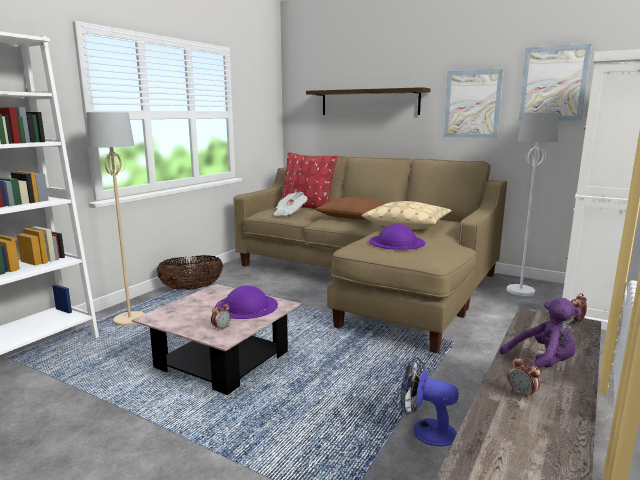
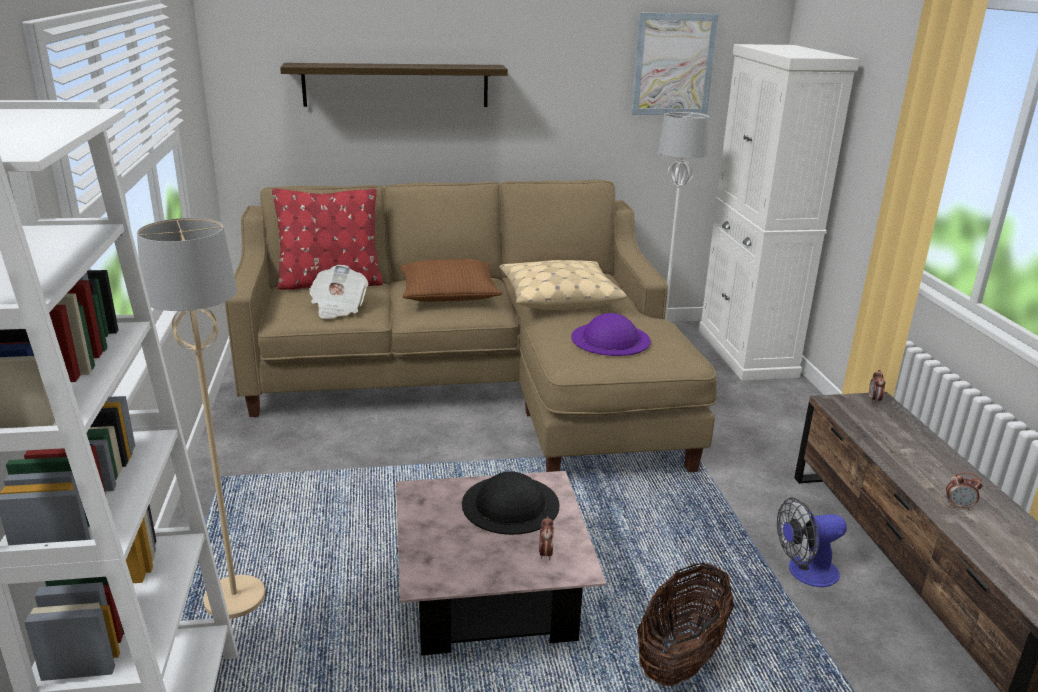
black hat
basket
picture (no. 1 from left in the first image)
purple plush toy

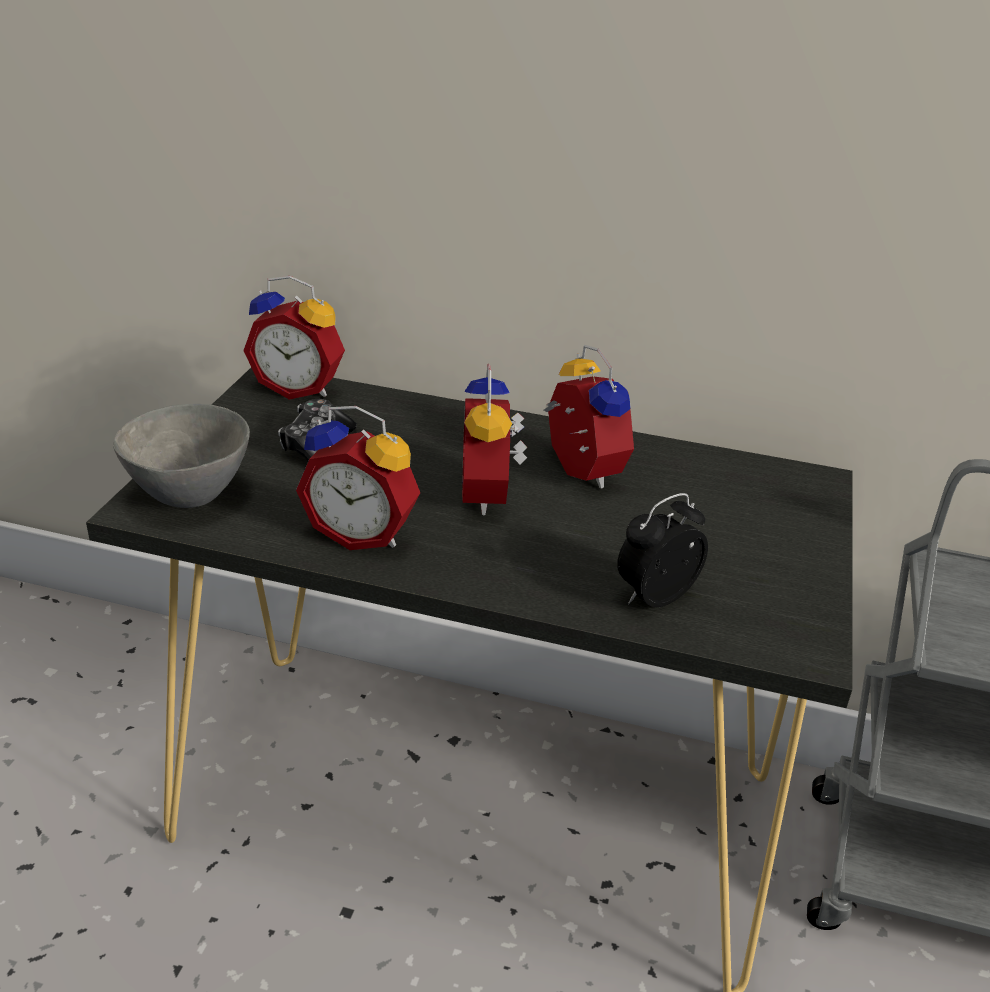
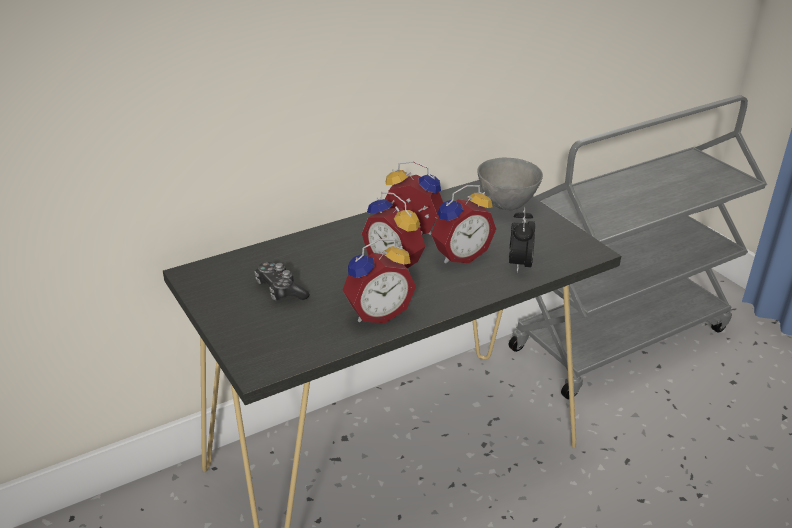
alarm clock (no. 4 from left)
grey bowl

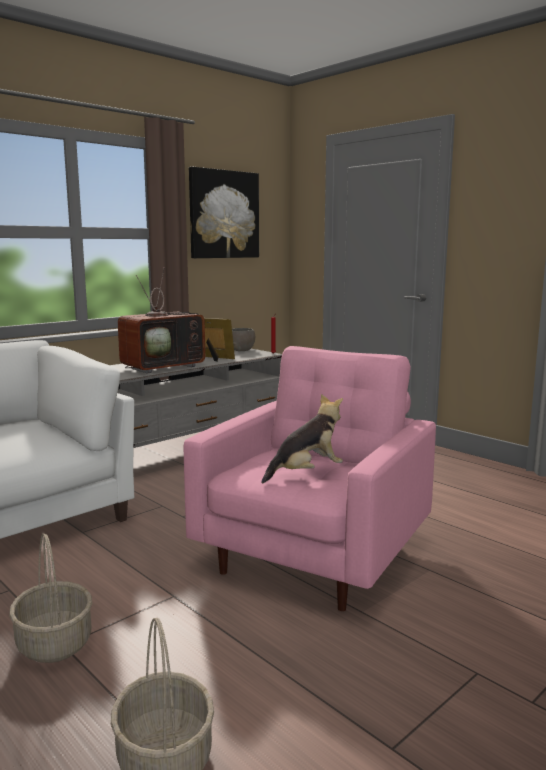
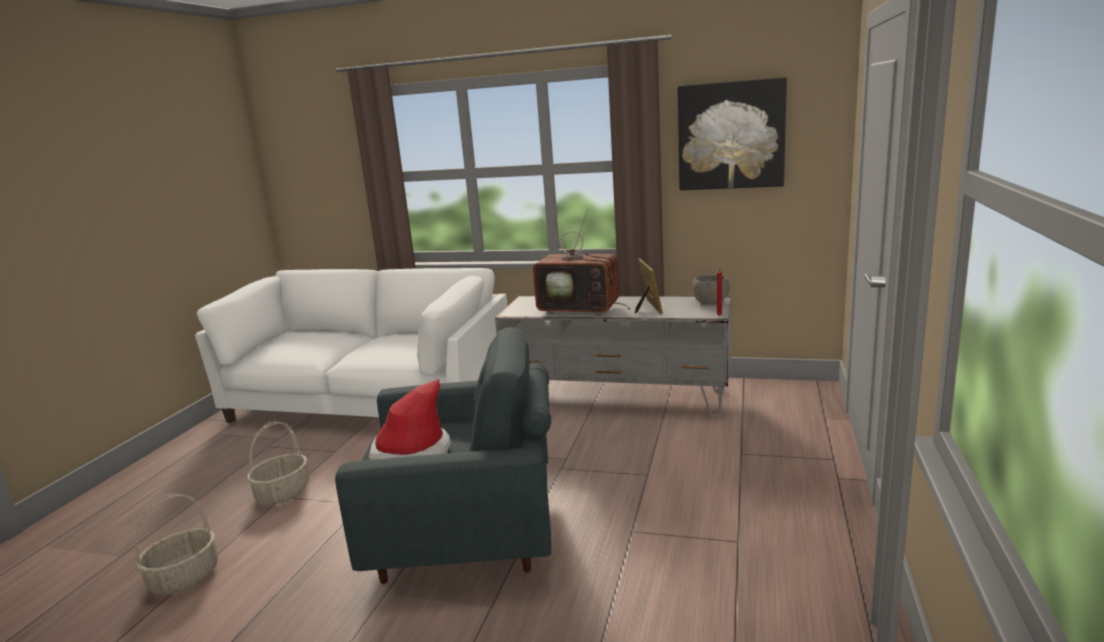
grey armchair
hat

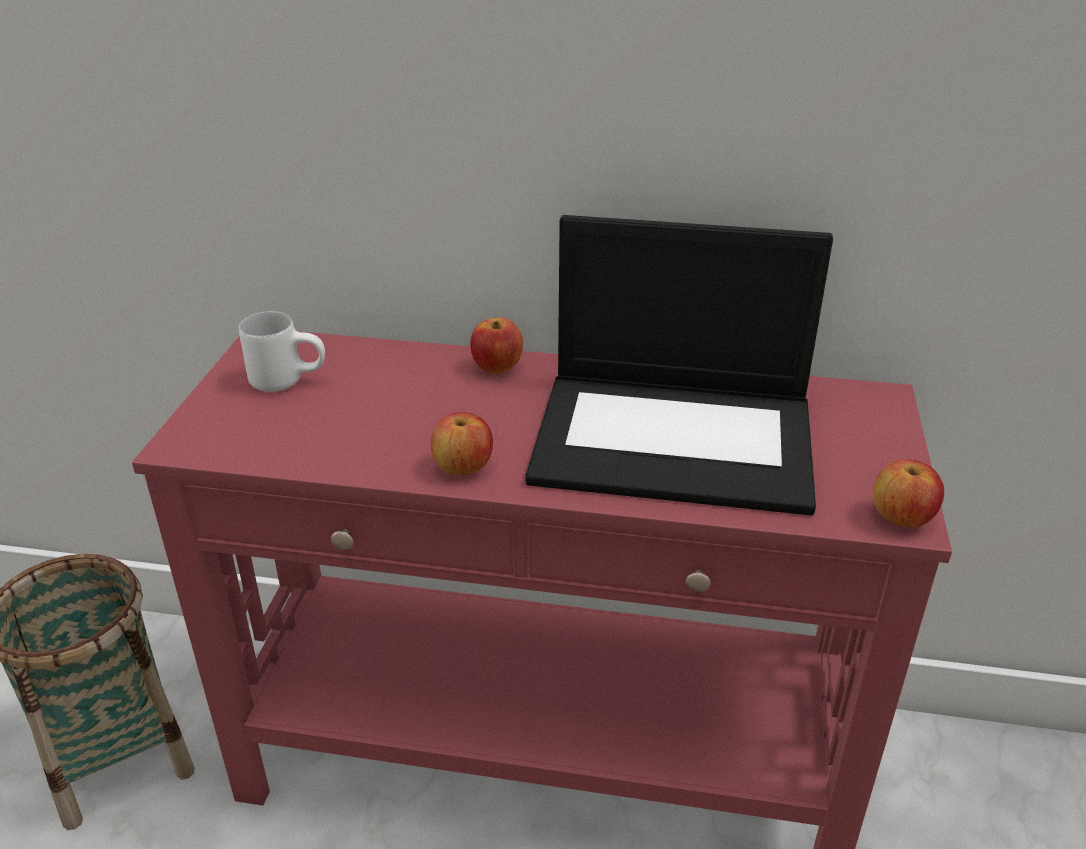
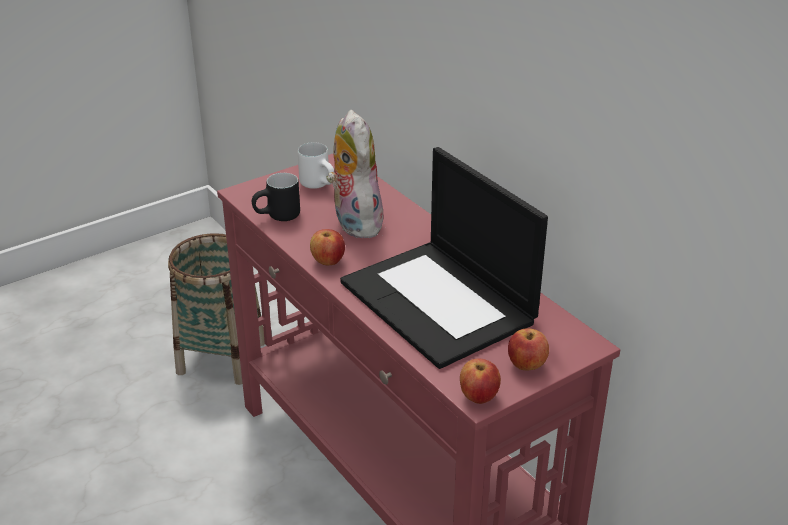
black mug
plush toy
apple (no. 3 from left)

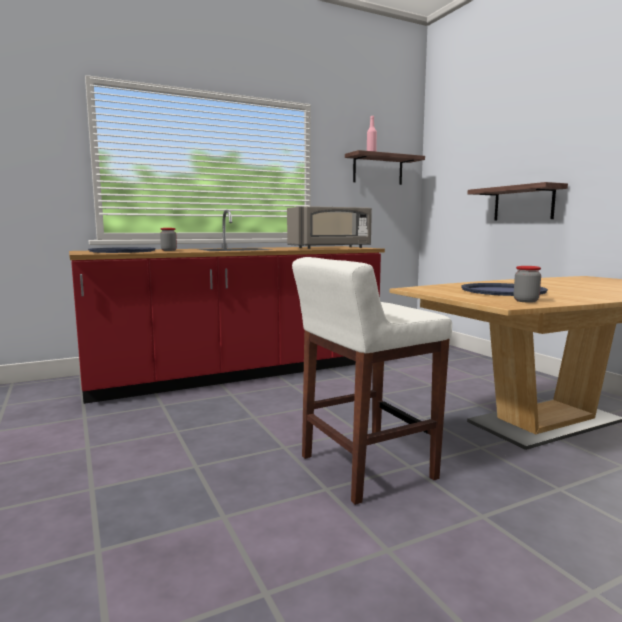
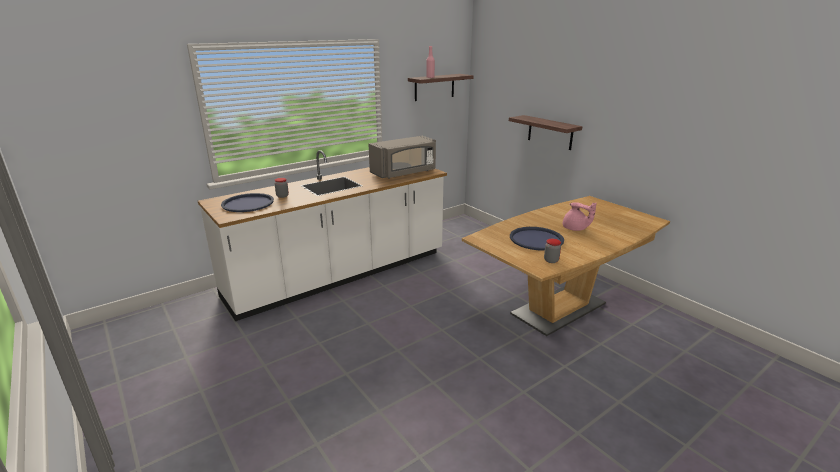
white counter
pink teapot
white stool

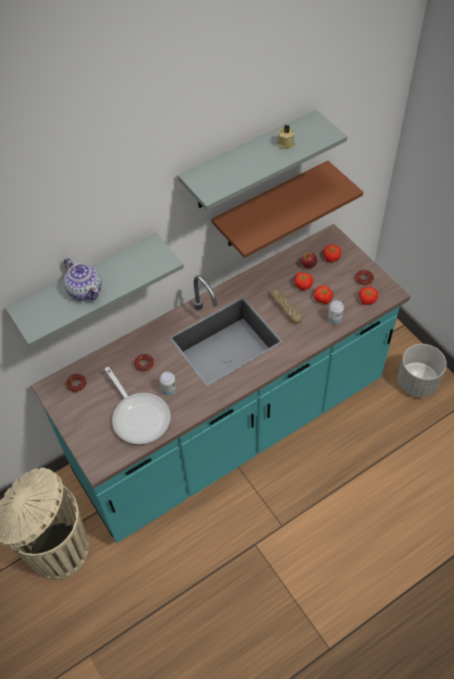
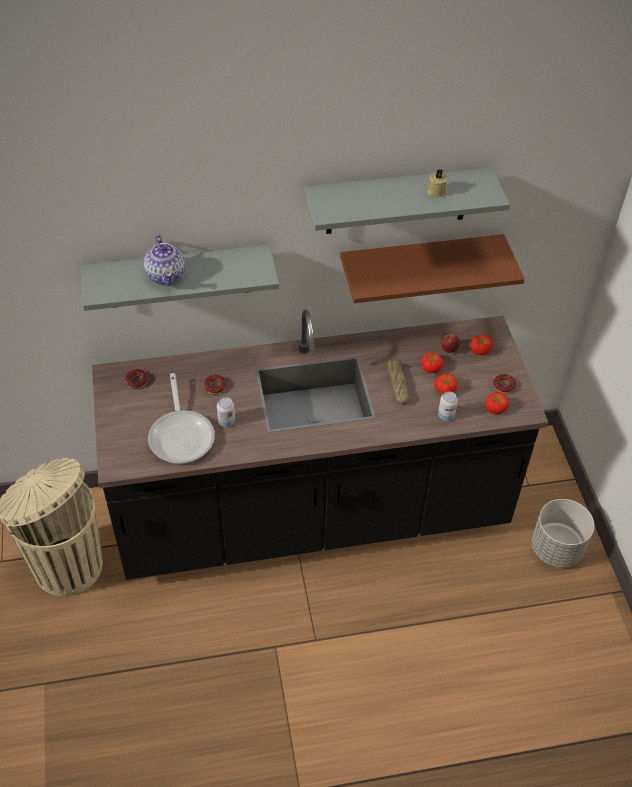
black counter

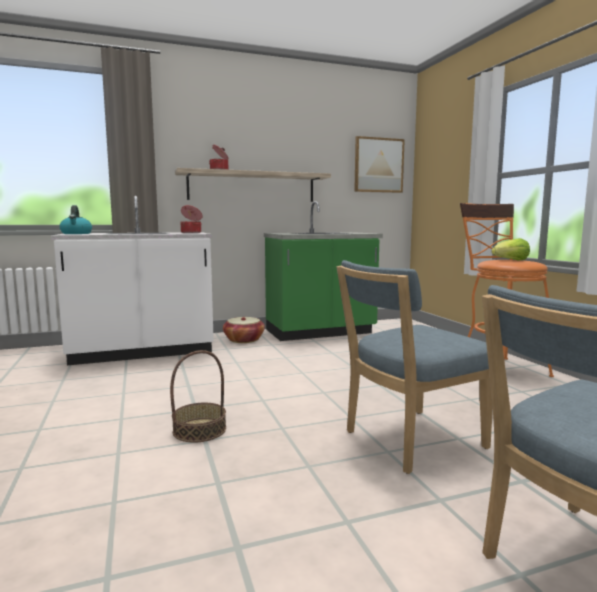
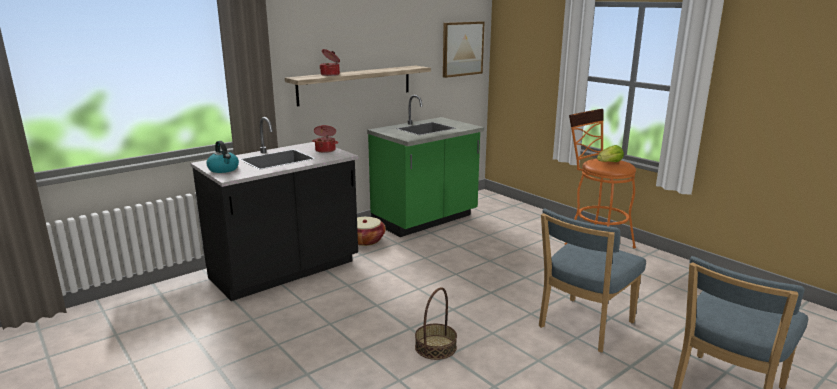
black counter

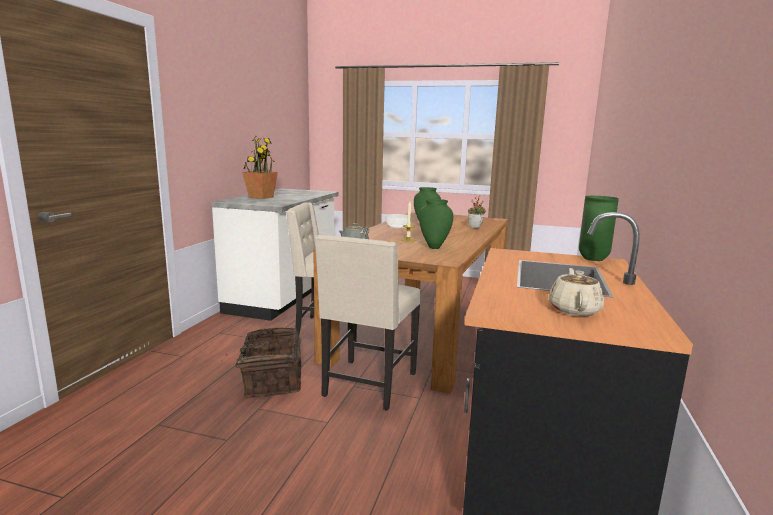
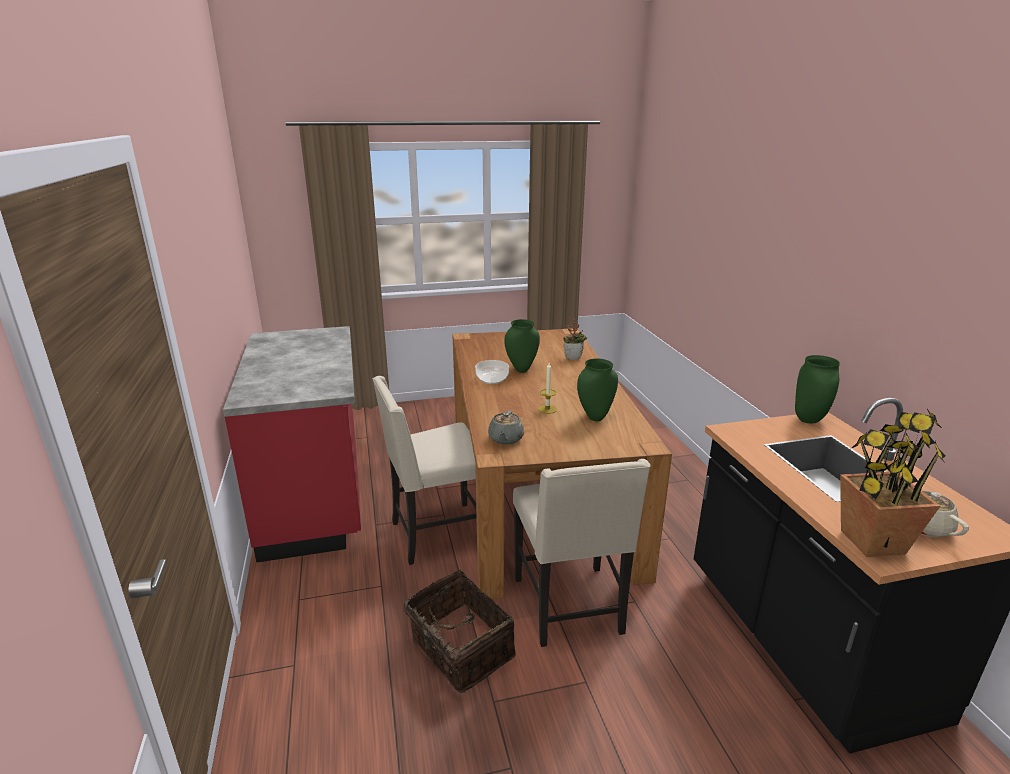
red counter
potted plant (no. 2 from left)

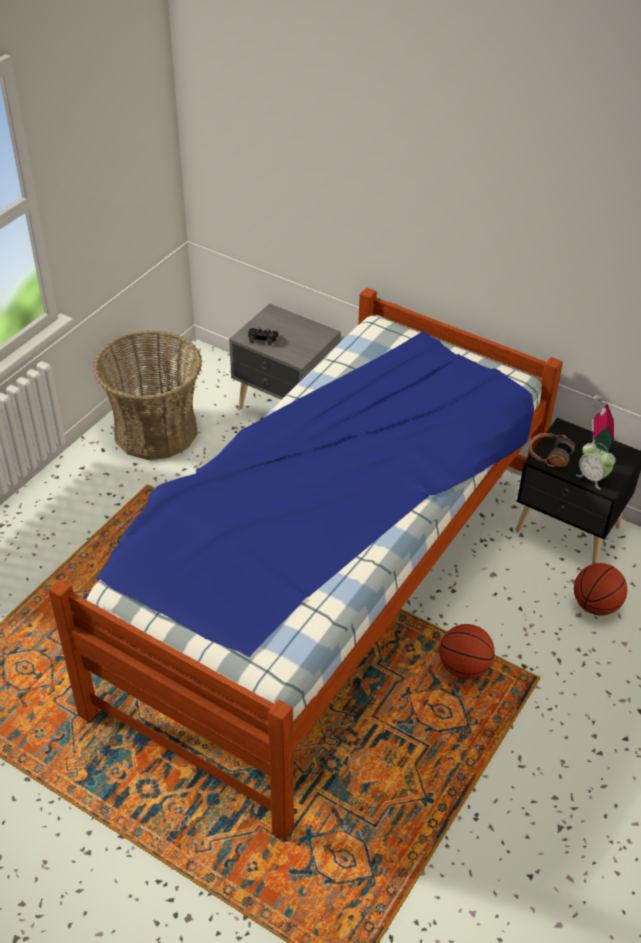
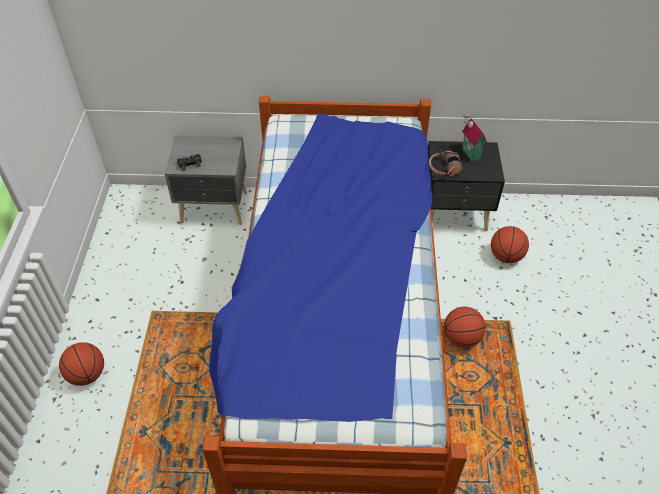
basketball (no. 1 from left)
basket
alarm clock

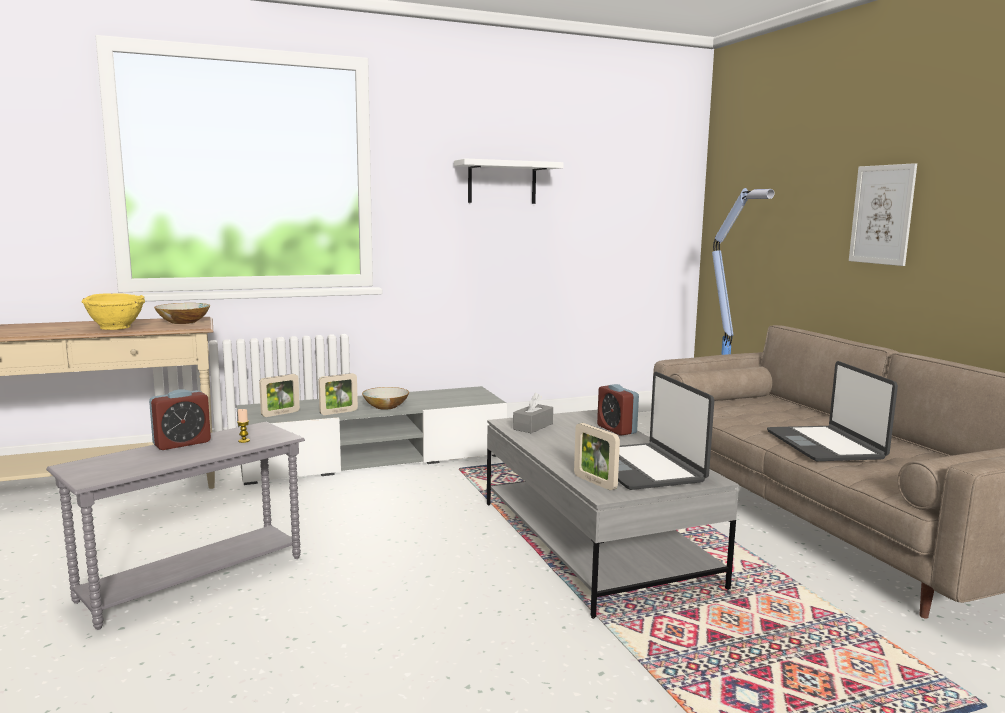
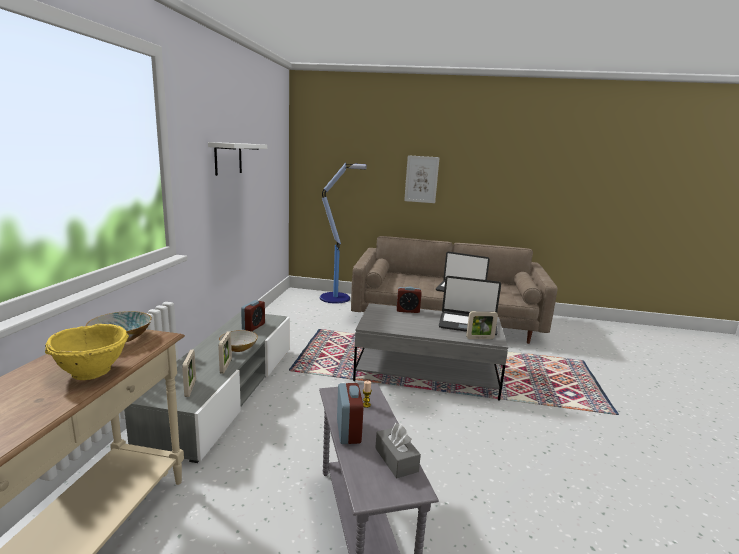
alarm clock (no. 1 from left)
grey tissue box

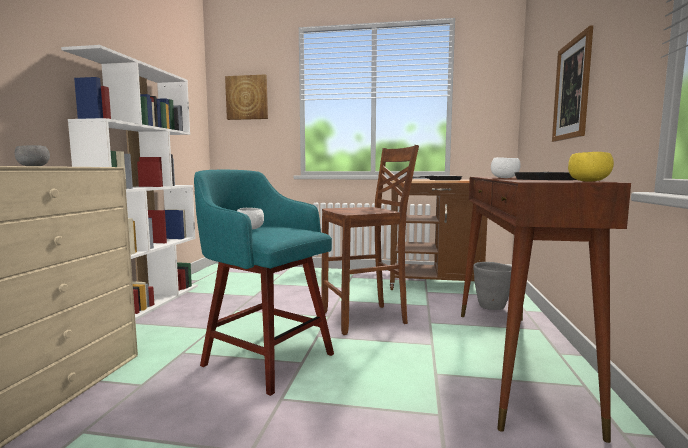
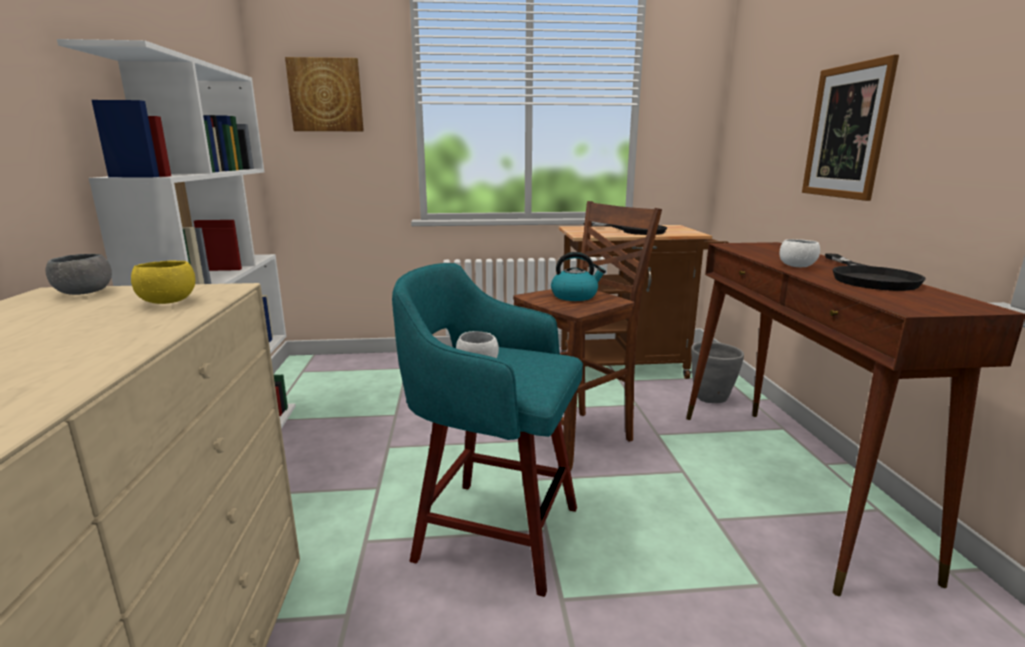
yellow bowl
kettle

